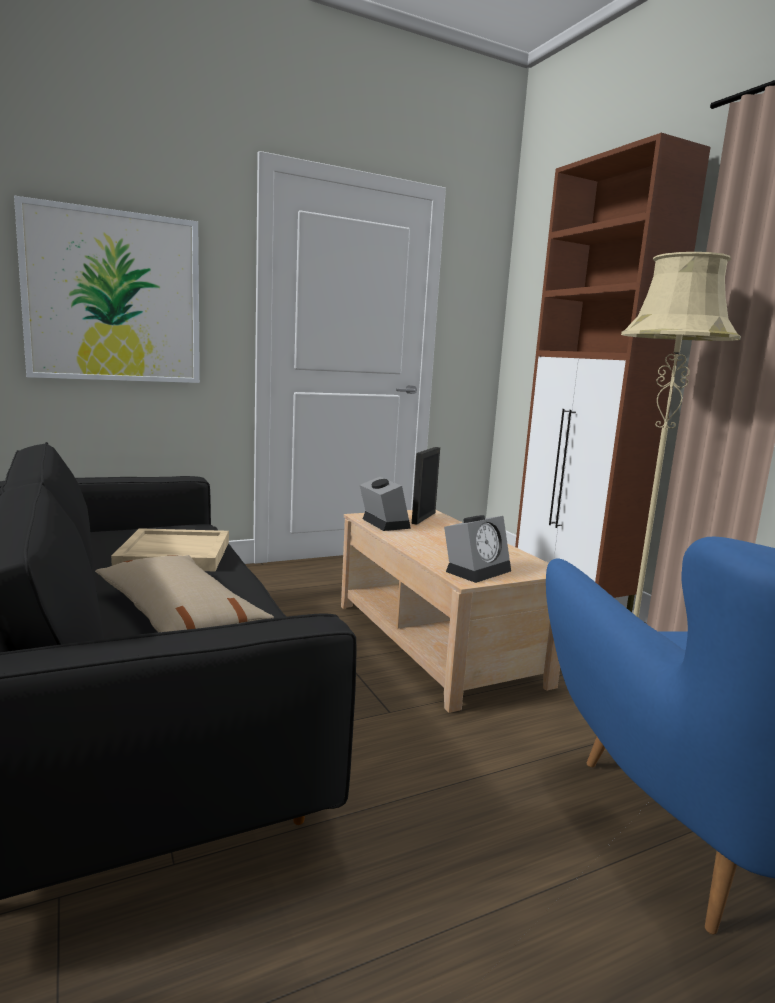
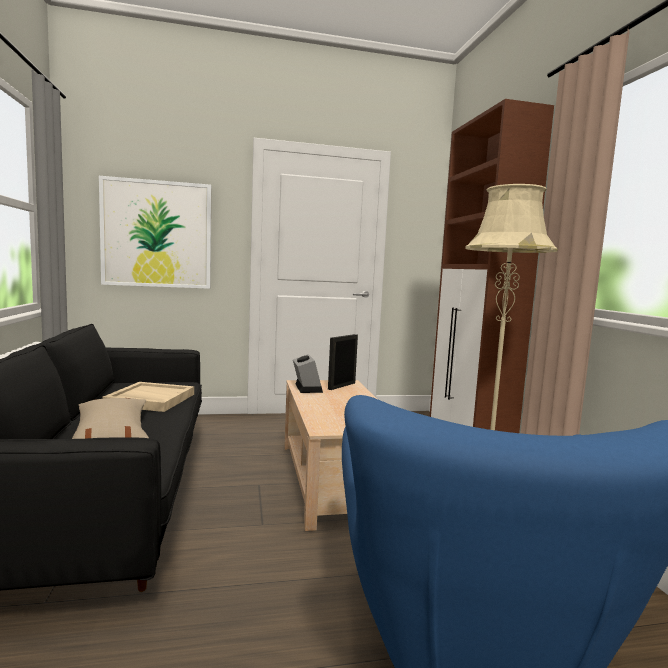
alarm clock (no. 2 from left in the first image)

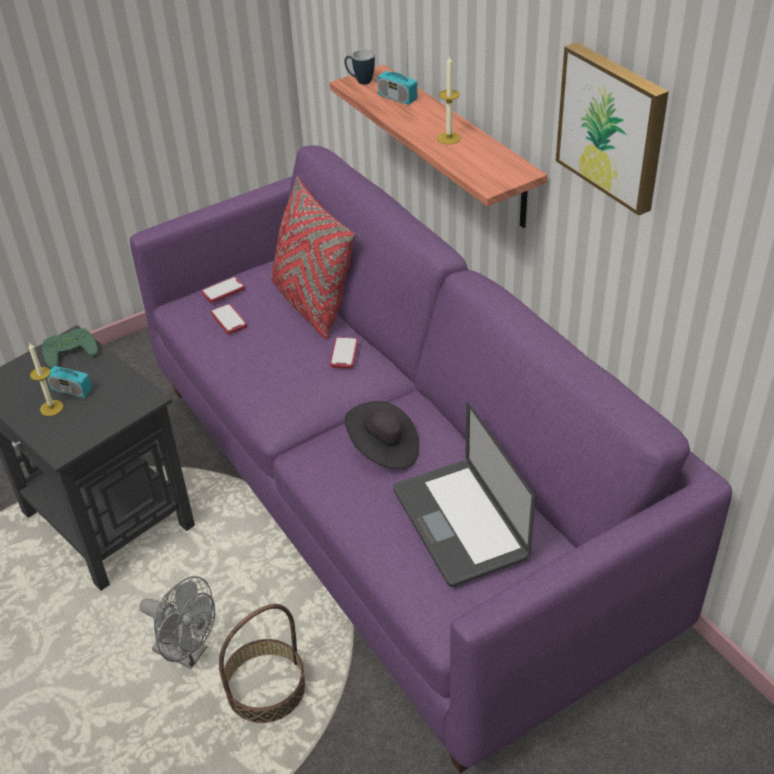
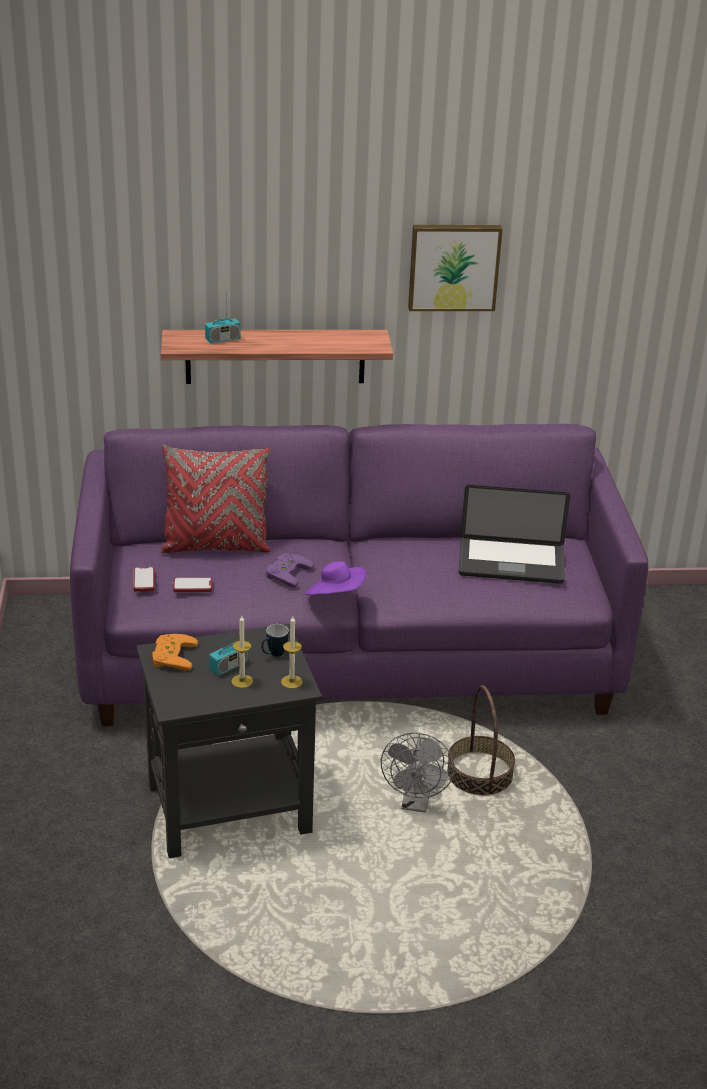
orange game controller
mug
purple game controller
candle (no. 2 from left)
purple hat
grey fan
phone (no. 3 from left in the first image)
black hat

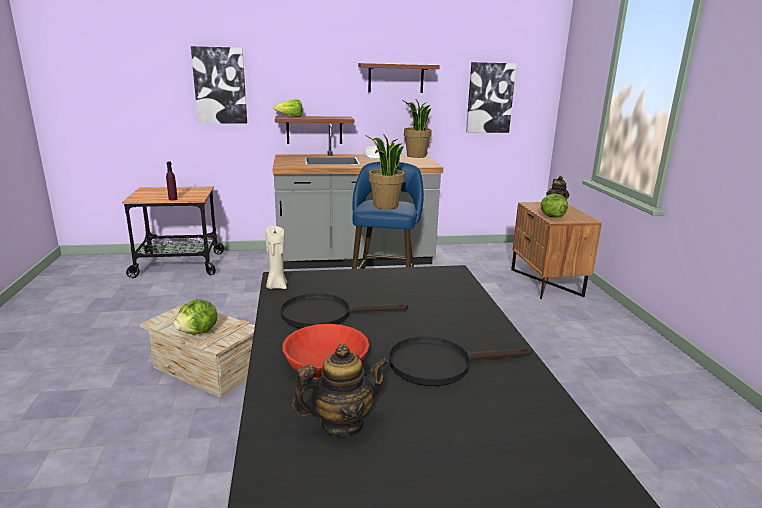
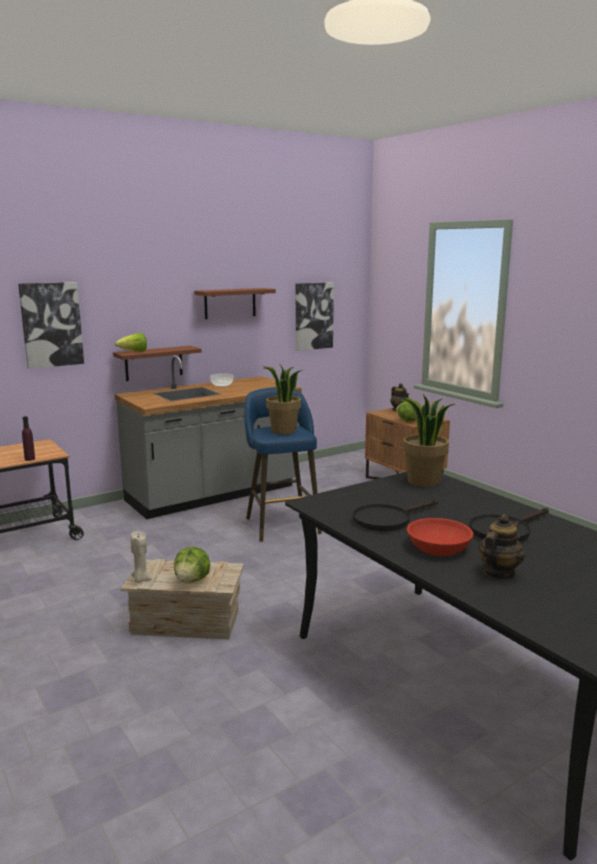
beige candle
potted plant (no. 2 from left)

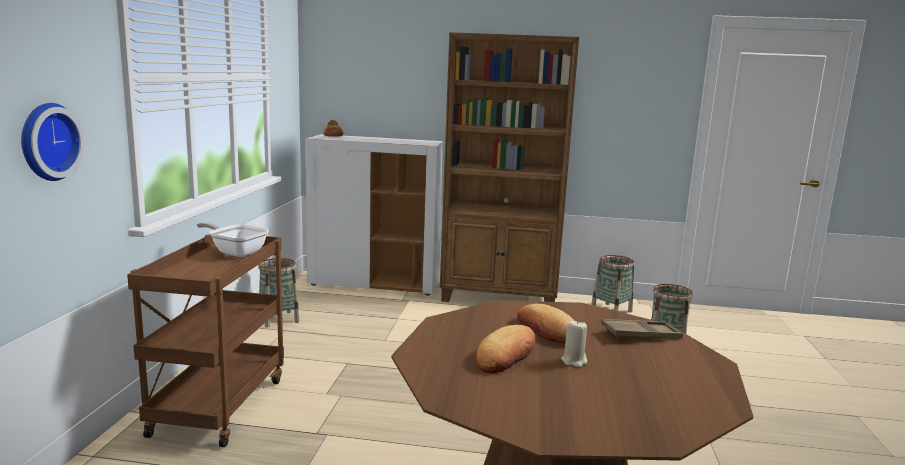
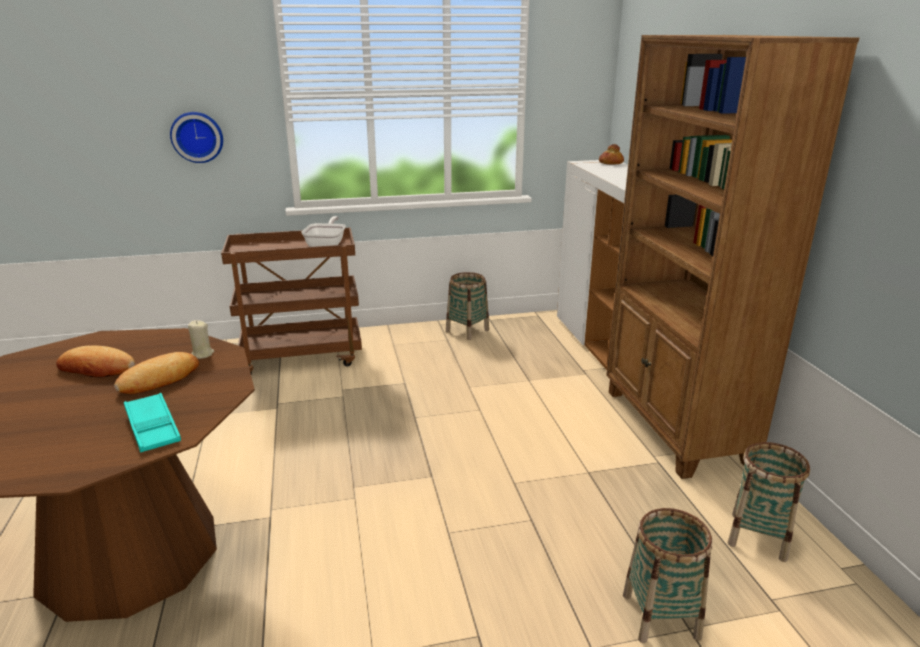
turquoise tray
beige candle

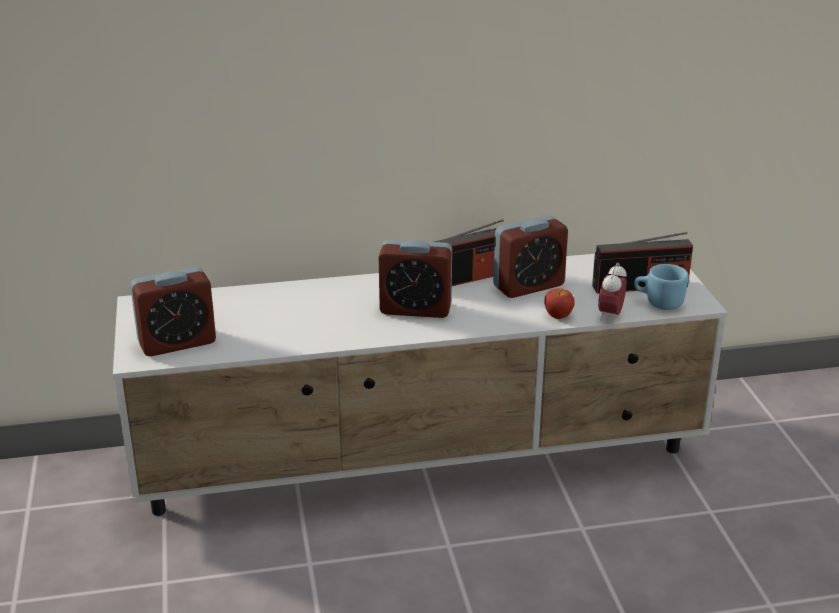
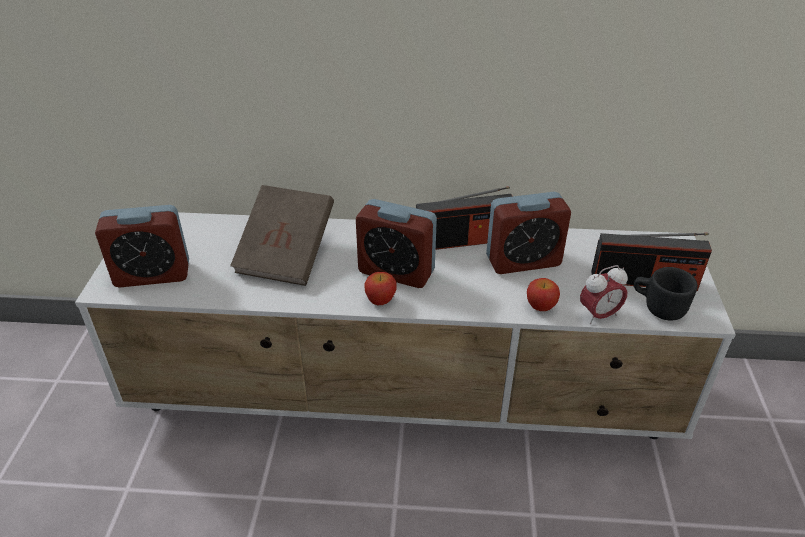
brown book
apple (no. 1 from left)
alarm clock (no. 4 from left)
black mug

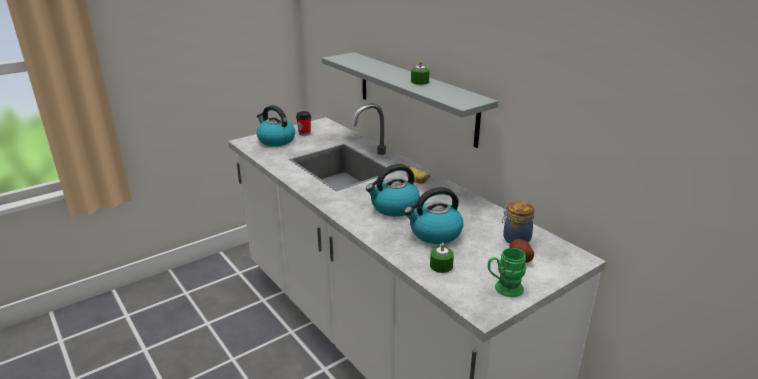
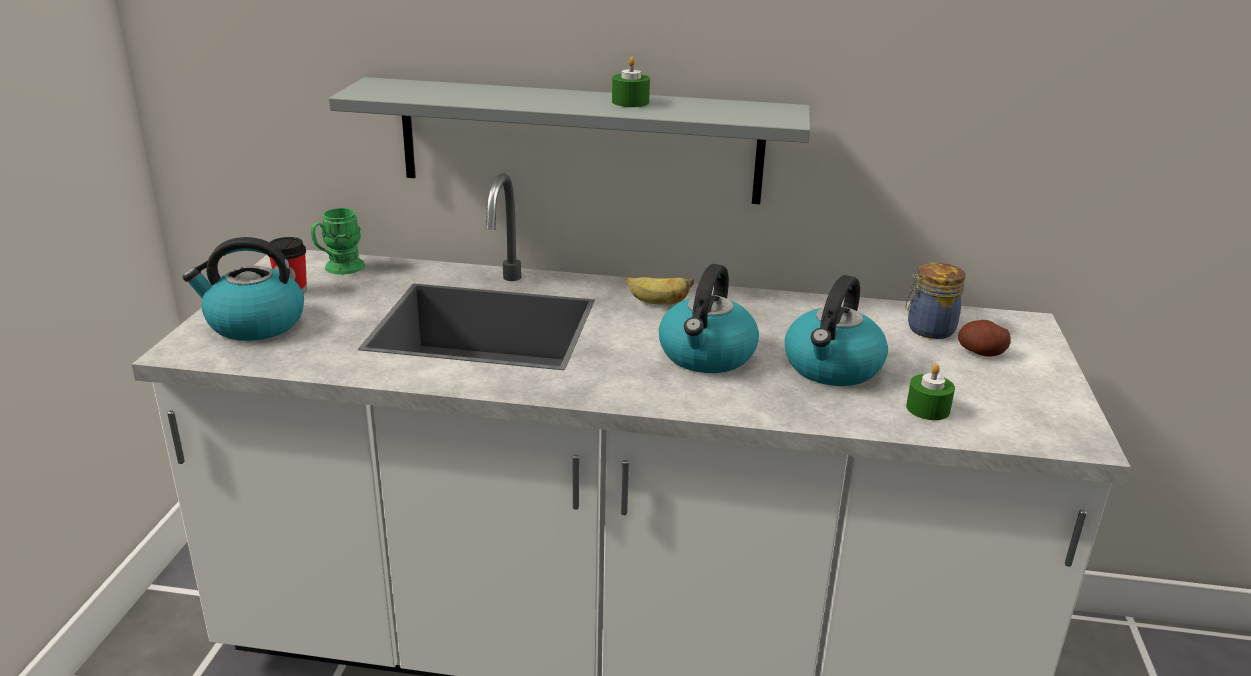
green mug

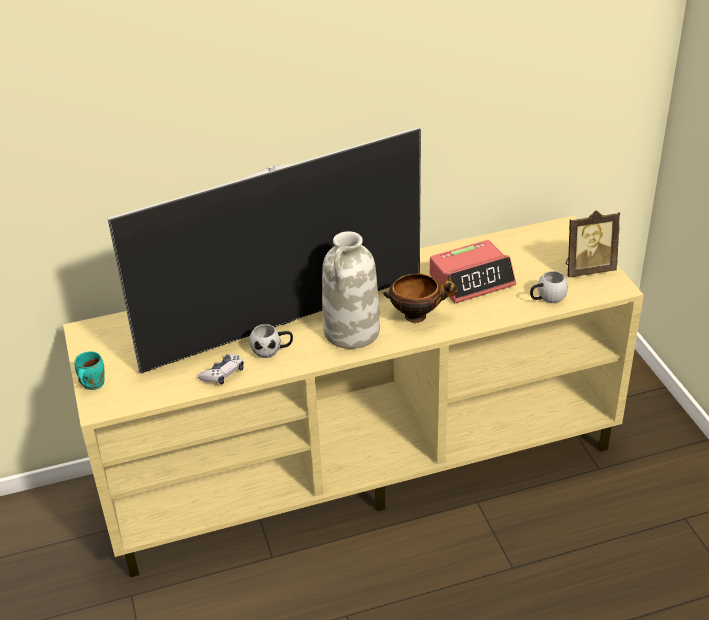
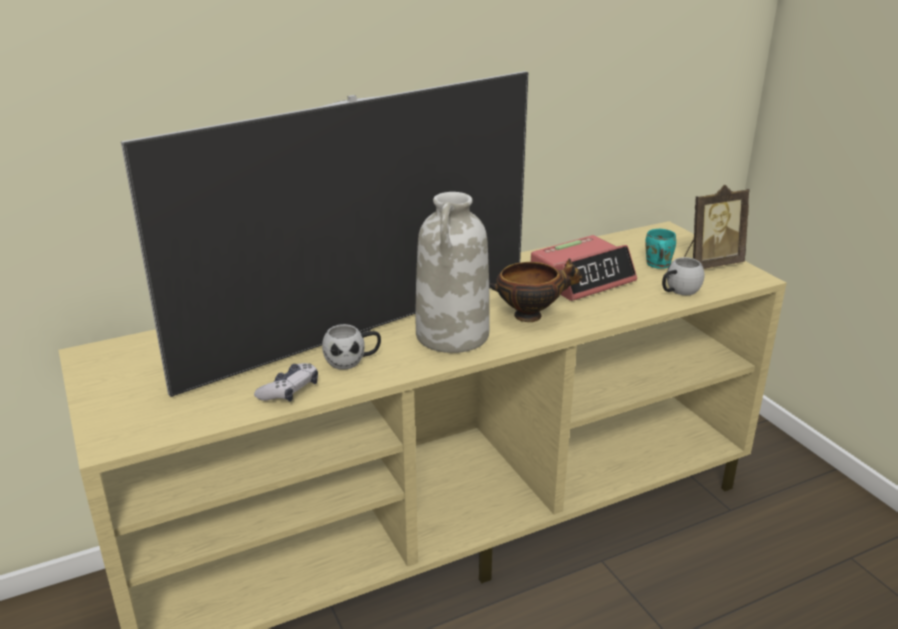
turquoise mug

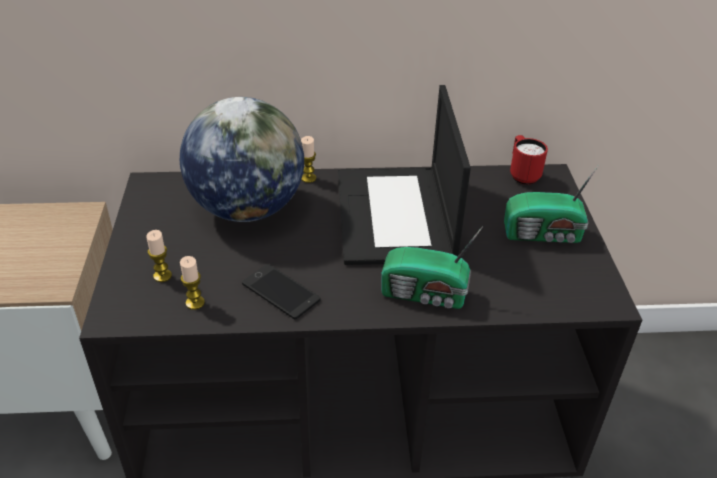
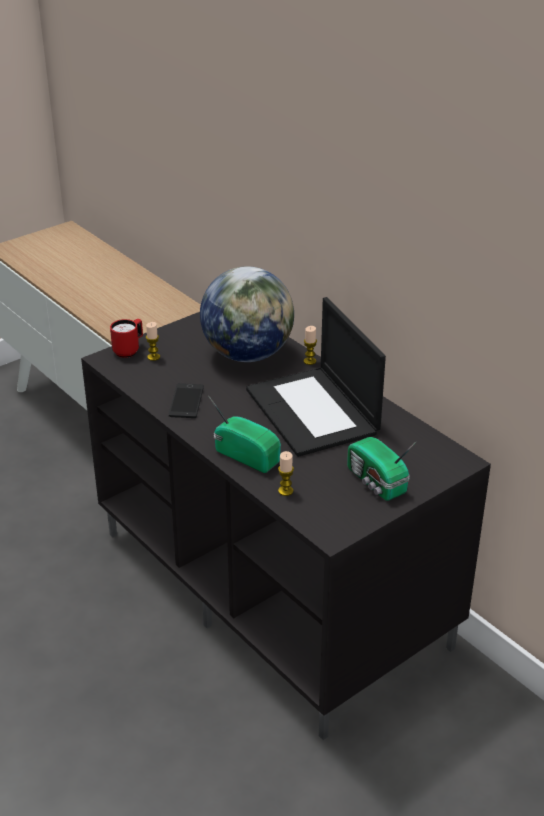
red mug
radio (no. 1 from left)
laptop
candle (no. 2 from left)

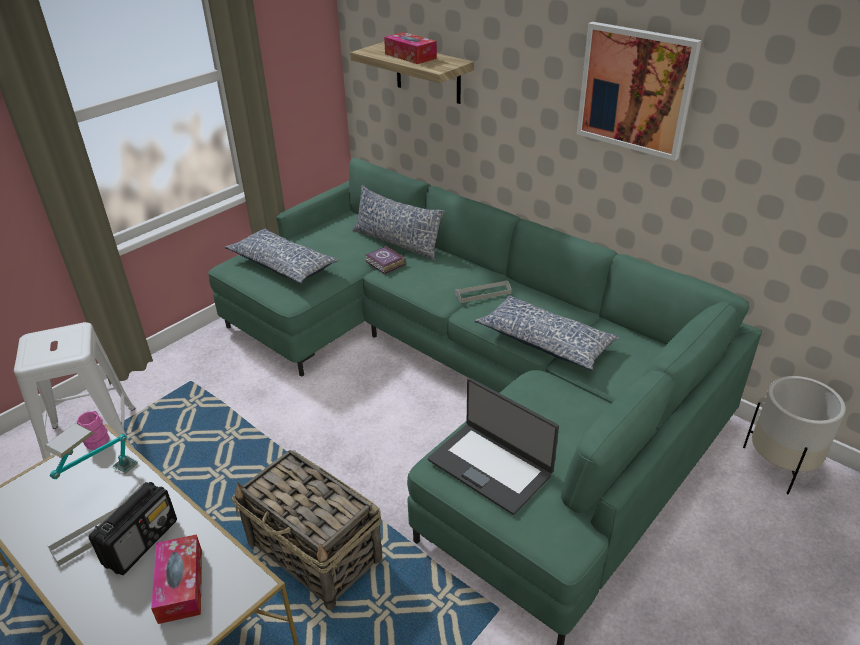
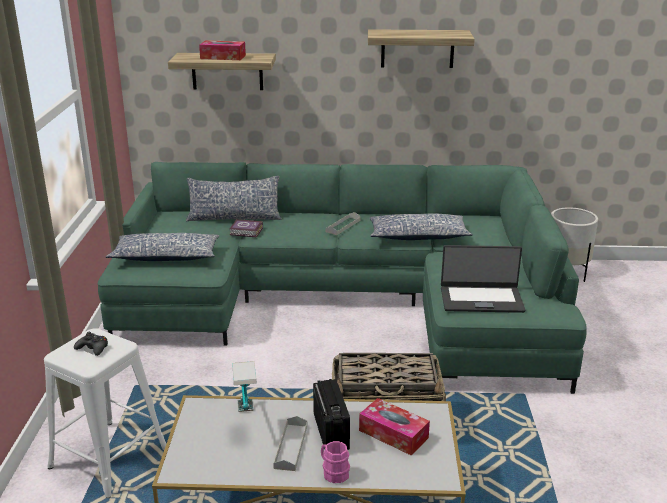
black game controller
pink mug
shelf (no. 2 from left)

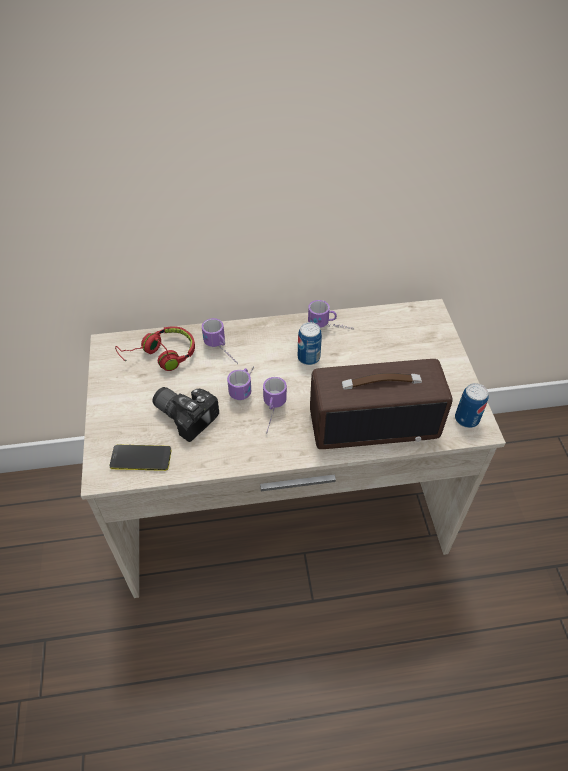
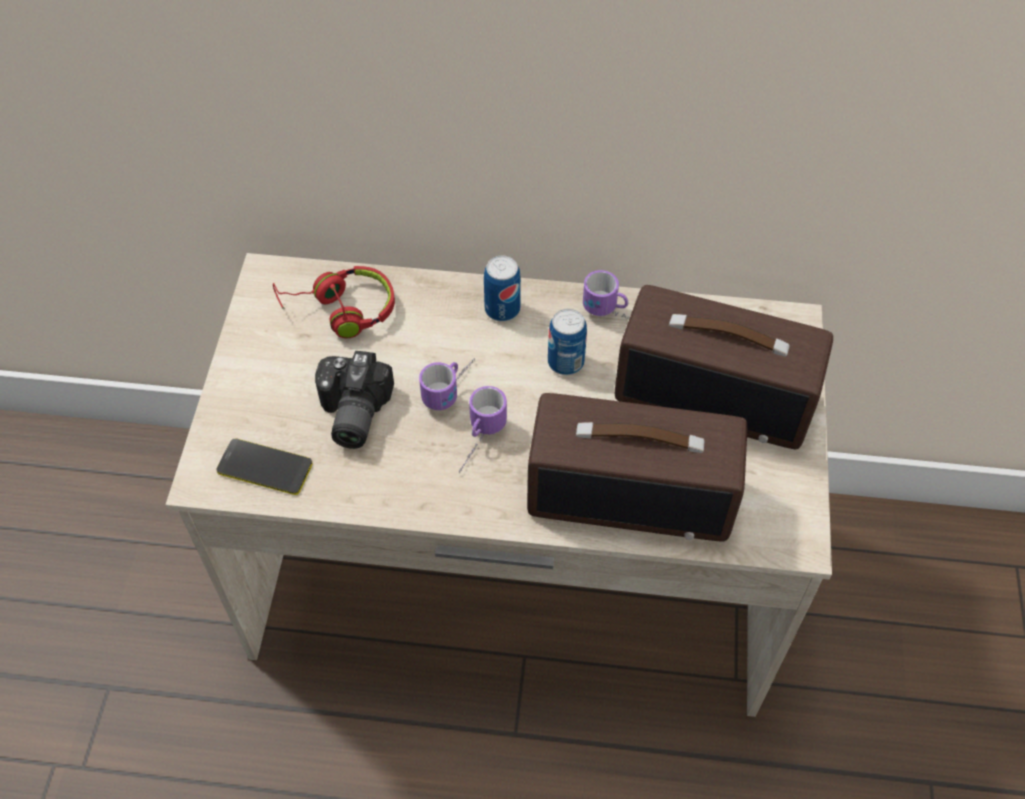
photo camera
can (no. 1 from left)
radio (no. 2 from left)
mug (no. 1 from left in the first image)

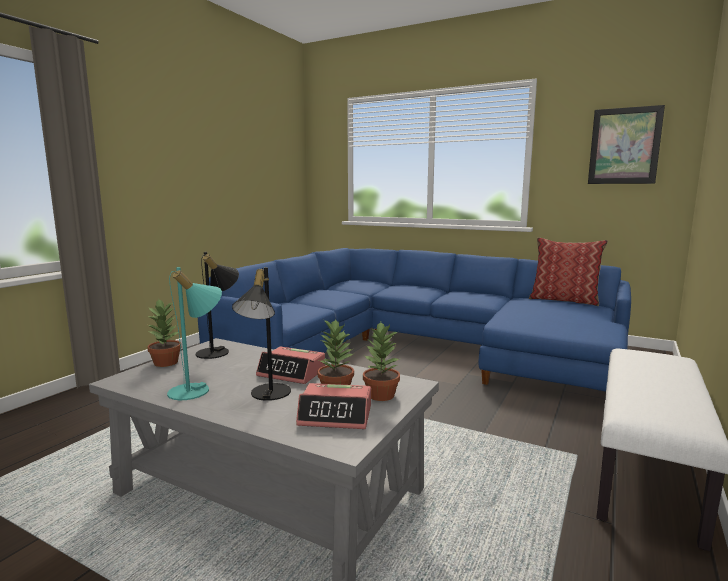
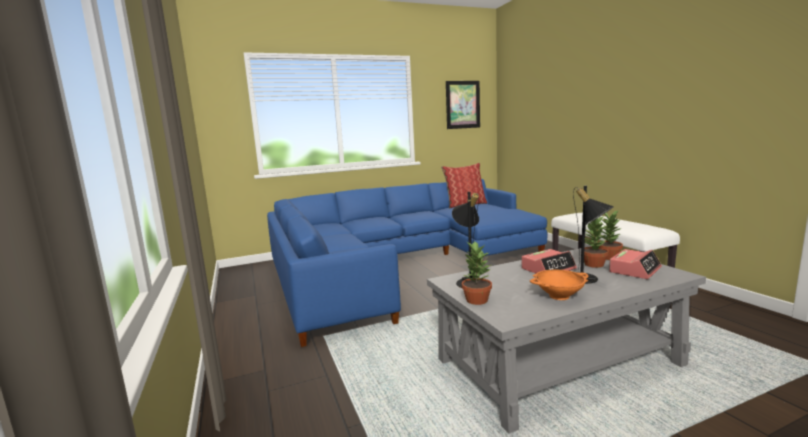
orange bowl

